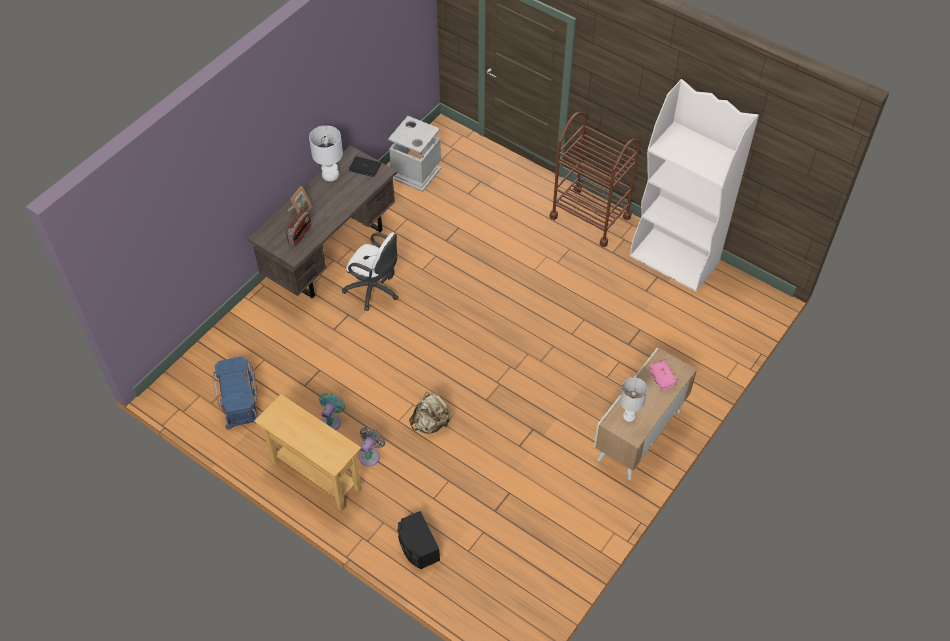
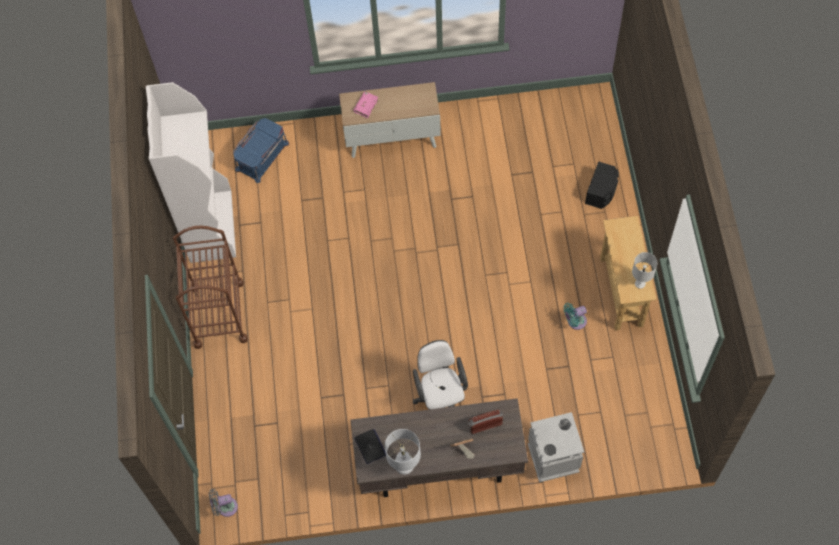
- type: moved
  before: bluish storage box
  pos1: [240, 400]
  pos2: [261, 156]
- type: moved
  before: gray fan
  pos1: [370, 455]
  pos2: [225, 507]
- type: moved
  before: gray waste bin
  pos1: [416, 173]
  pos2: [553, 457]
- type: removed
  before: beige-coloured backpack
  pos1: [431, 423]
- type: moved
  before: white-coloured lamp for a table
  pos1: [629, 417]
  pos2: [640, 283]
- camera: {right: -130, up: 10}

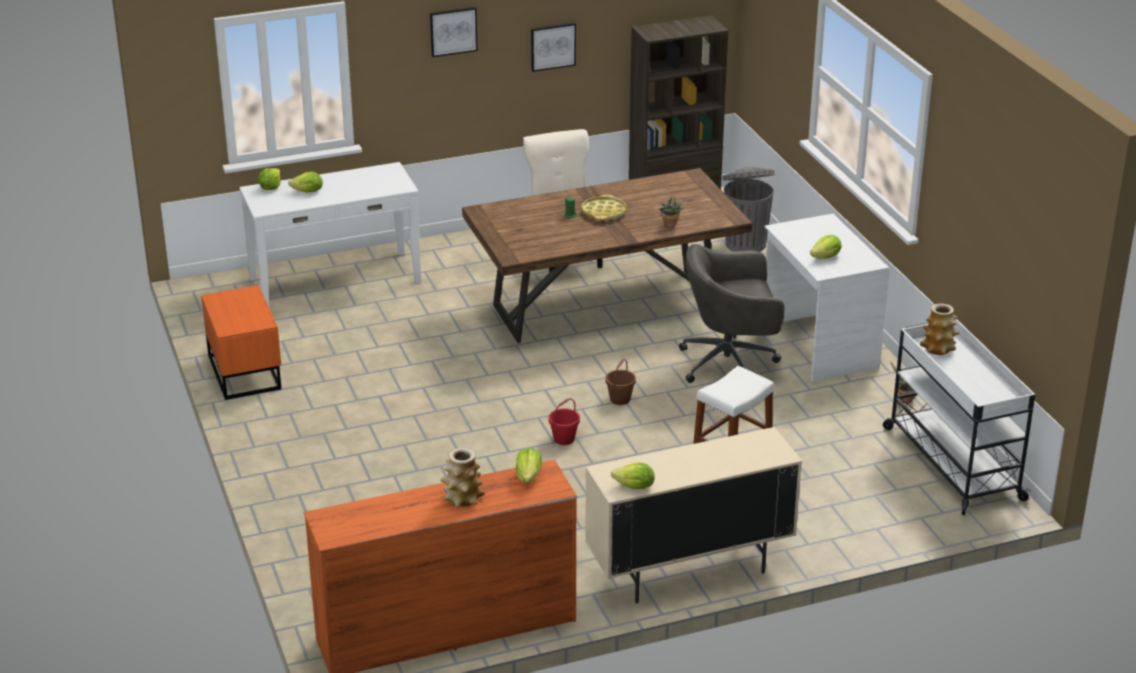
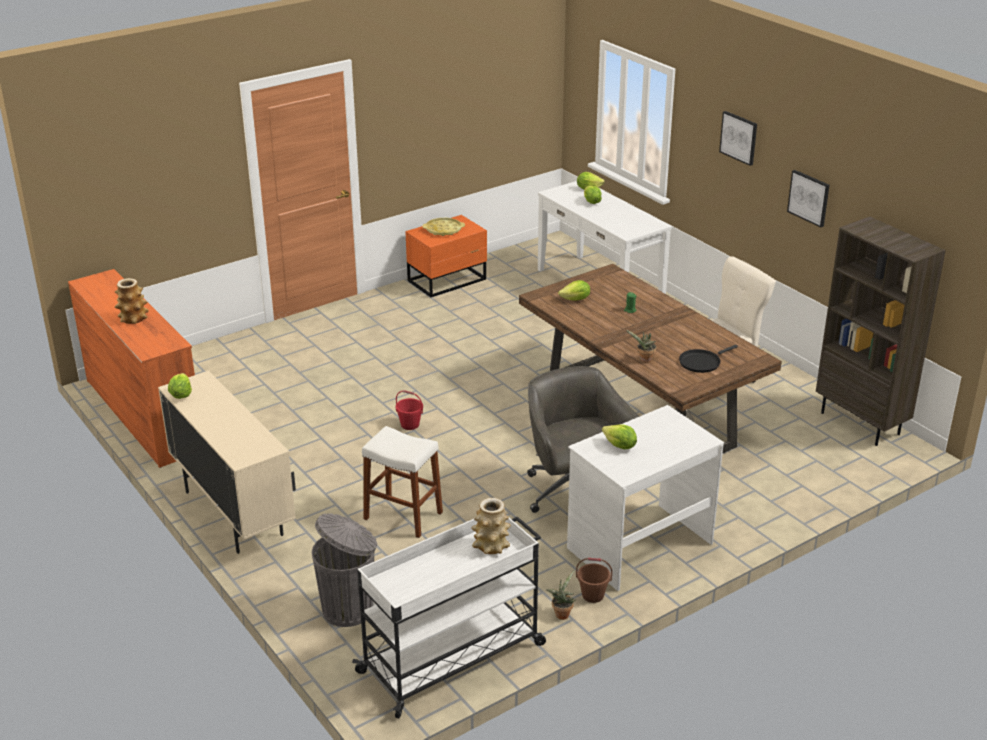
- type: moved
  before: head of lettuce
  pos1: [529, 476]
  pos2: [575, 300]
- type: moved
  before: yellow serving tray
  pos1: [604, 212]
  pos2: [443, 230]
- type: moved
  before: brown-coloured bucket
  pos1: [620, 399]
  pos2: [592, 595]
- type: moved
  before: gray waste bin
  pos1: [745, 243]
  pos2: [349, 609]
- type: added
  after: blackish frying pan
  pos2: [701, 362]
- camera: {right: 75, up: 0}

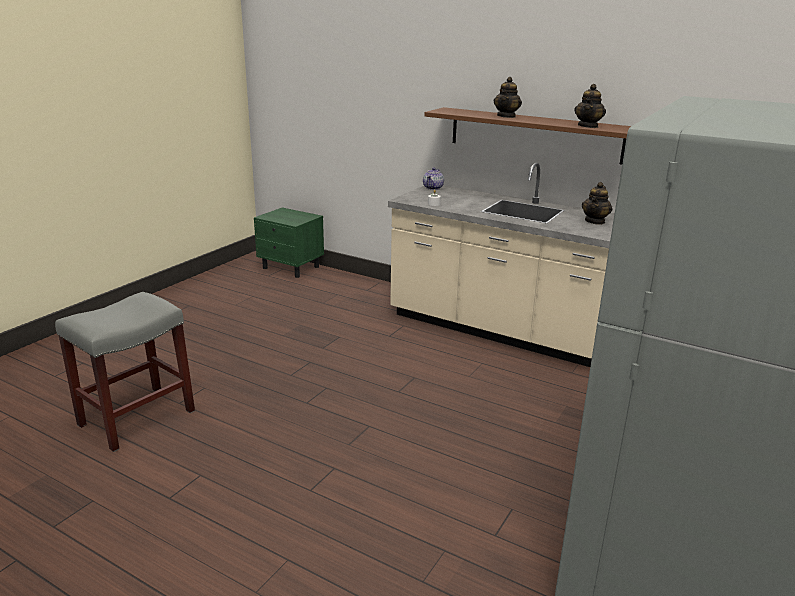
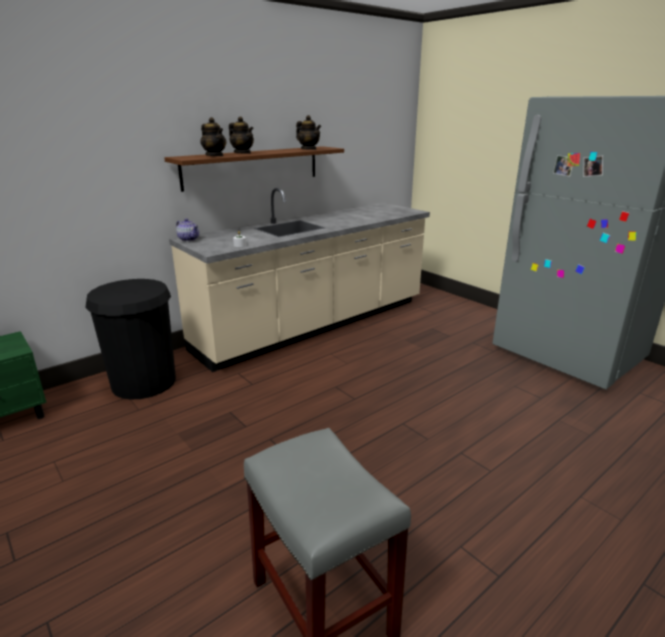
- type: moved
  before: tea pot
  pos1: [595, 221]
  pos2: [214, 156]
- type: added
  after: blackish waste bin
  pos2: [144, 382]
- camera: {right: -70, up: 0}

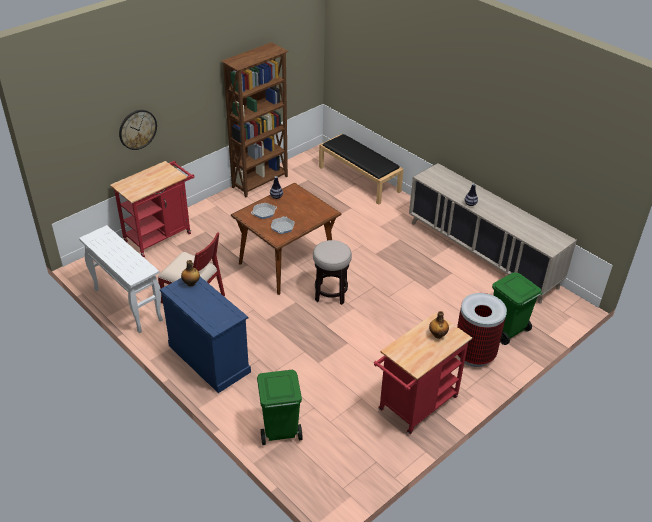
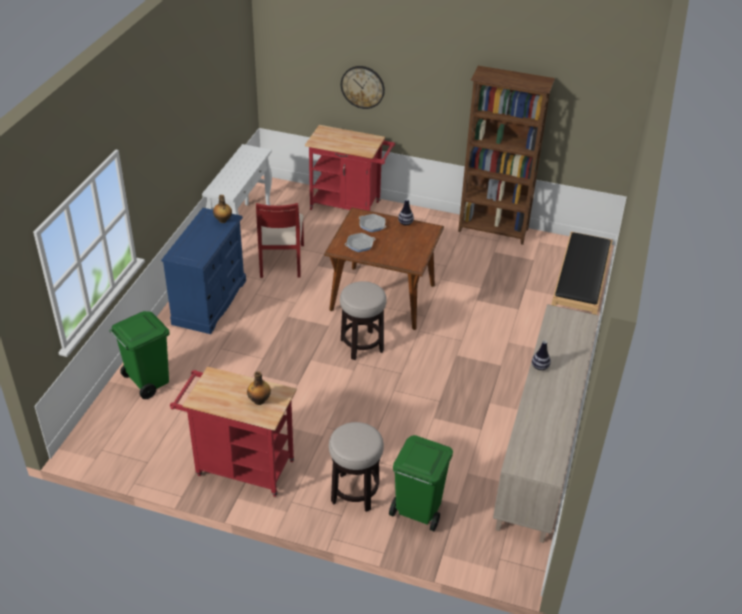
- type: replaced
  before: waste bin
  after: sitting stool
  pos1: [474, 354]
  pos2: [355, 492]
- camera: {right: 60, up: 0}

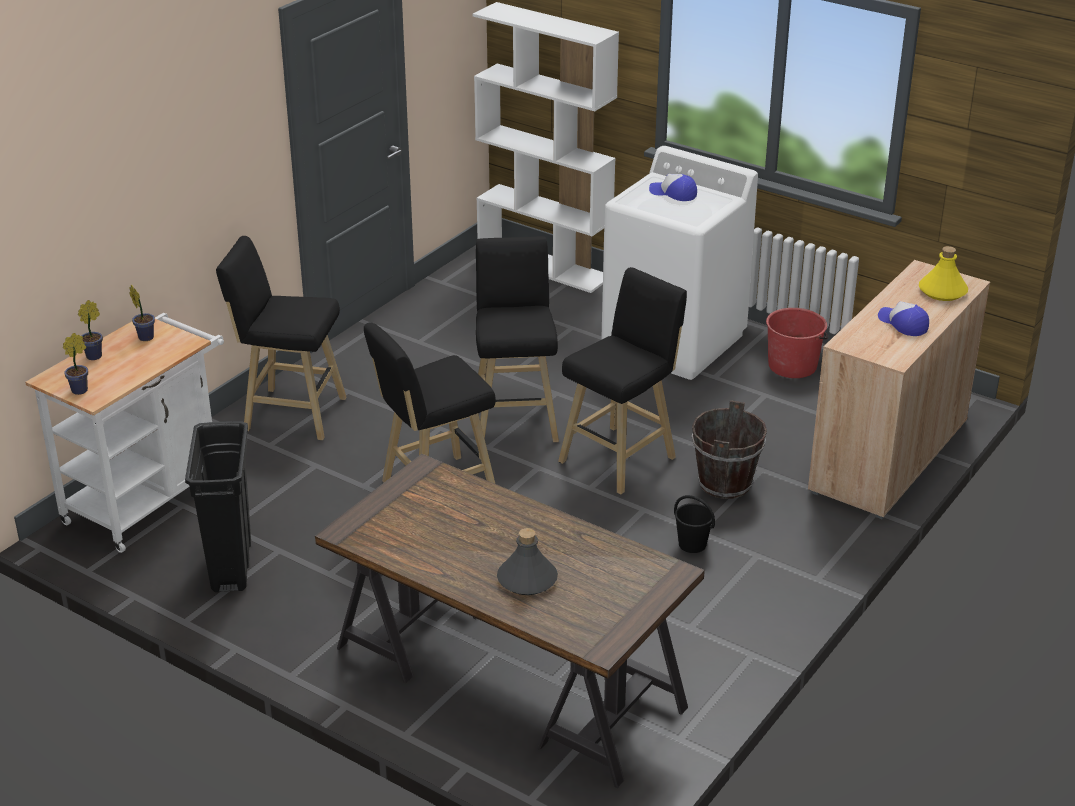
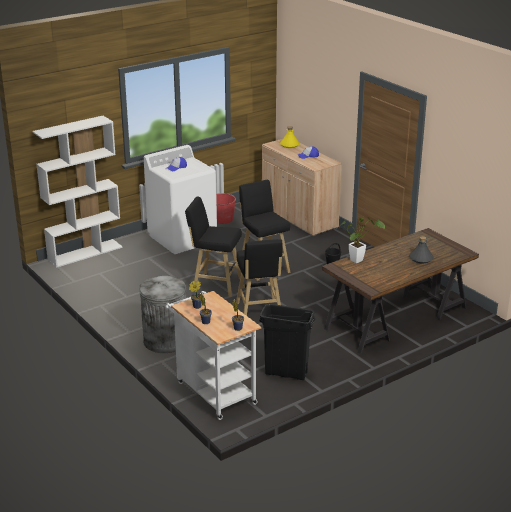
- type: replaced
  before: blackish sitting stool
  after: gray waste bin
  pos1: [290, 413]
  pos2: [165, 341]
- type: removed
  before: brown-coloured bucket
  pos1: [725, 484]
- type: added
  after: potted plant
  pos2: [358, 260]
- camera: {right: -70, up: -5}

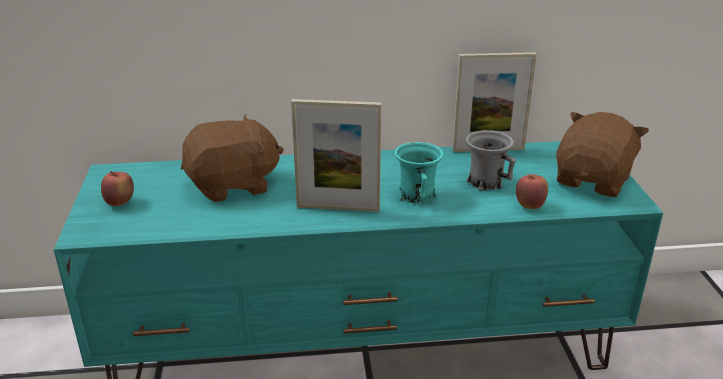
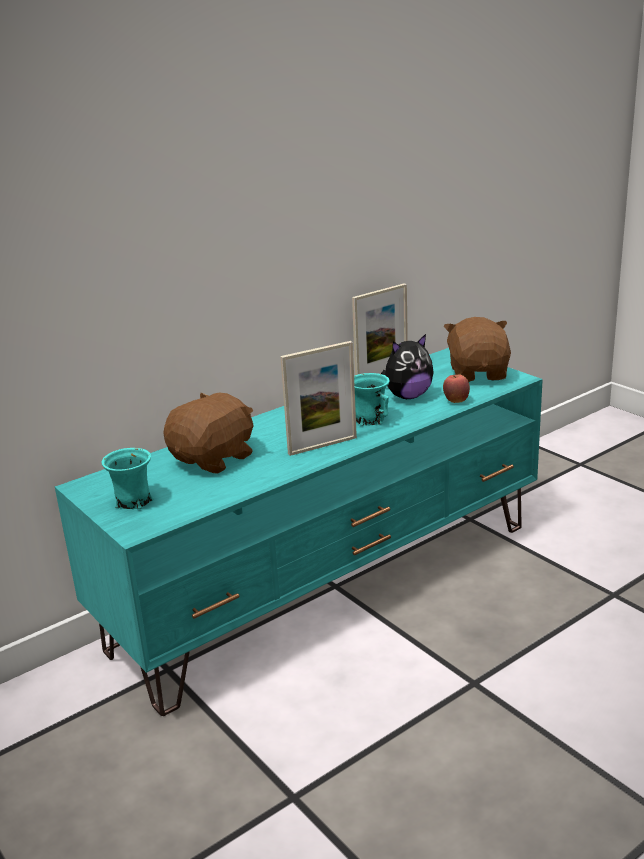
- type: replaced
  before: whole apple
  after: blue-green coffee mug
  pos1: [120, 203]
  pos2: [133, 501]
- type: replaced
  before: gray coffee mug
  after: plush toy
  pos1: [486, 182]
  pos2: [407, 396]
- camera: {right: -30, up: -5}

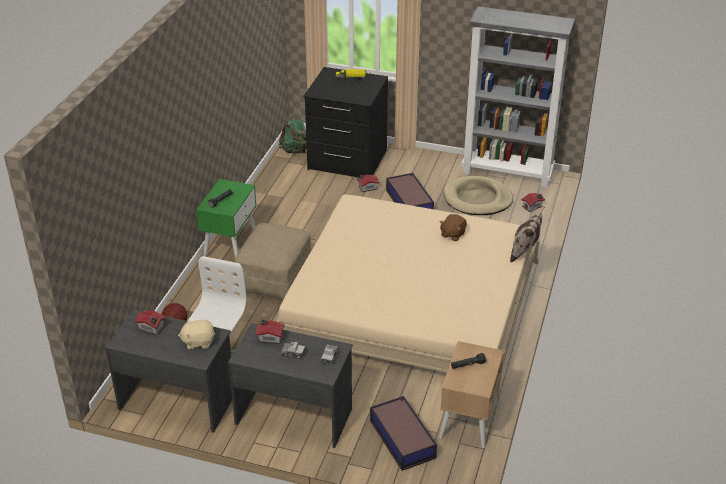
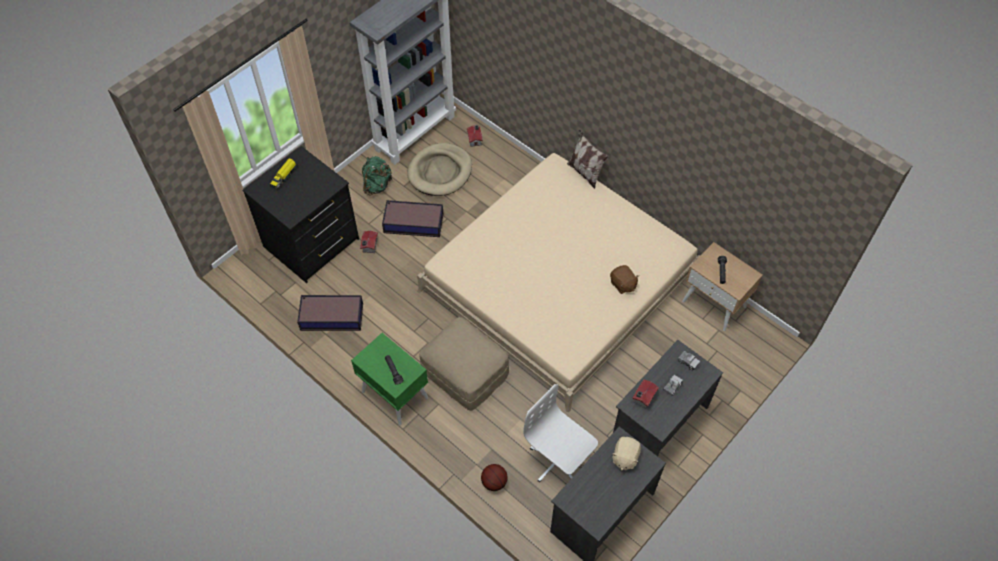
- type: removed
  before: toy house
  pos1: [151, 328]
- type: moved
  before: greenish backpack
  pos1: [296, 151]
  pos2: [377, 185]
- type: moved
  before: storage box
  pos1: [402, 438]
  pos2: [331, 316]
- type: moved
  before: brown-coloured plush toy
  pos1: [452, 234]
  pos2: [622, 284]
- camera: {right: -65, up: 20}

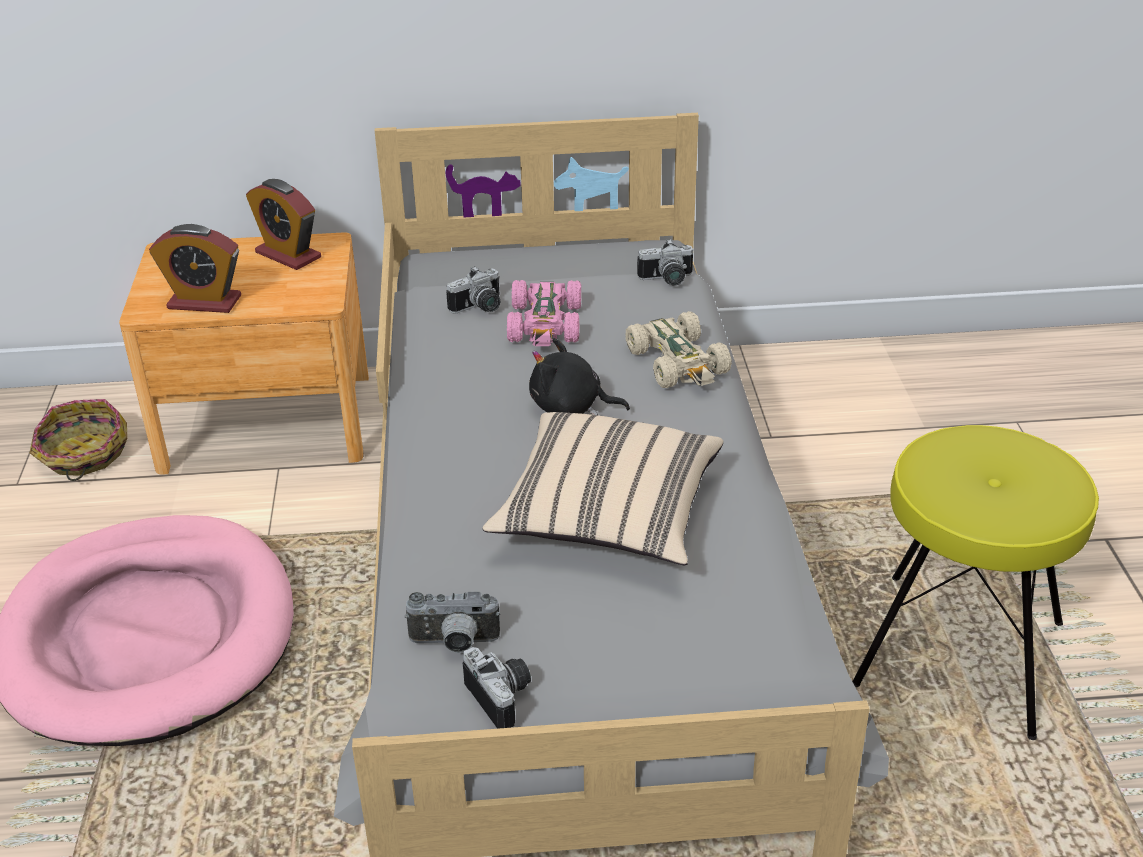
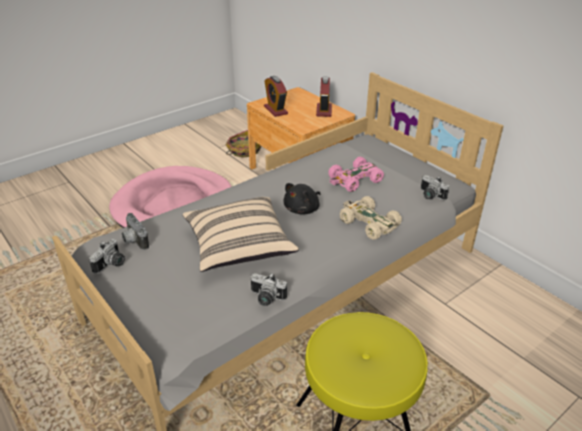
- type: moved
  before: still camera
  pos1: [480, 308]
  pos2: [266, 298]
- type: turned
  before: blackish plush toy
  pos1: [571, 408]
  pos2: [303, 209]
  turn: -120
- type: turned
  before: beige-coloured model car
  pos1: [678, 363]
  pos2: [368, 223]
  turn: 105
- camera: {right: 55, up: 0}

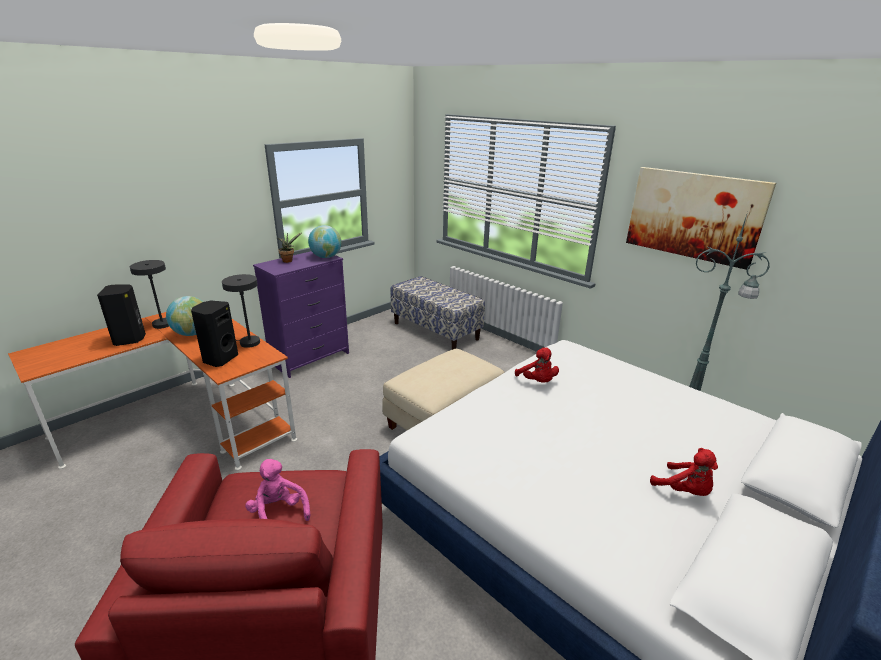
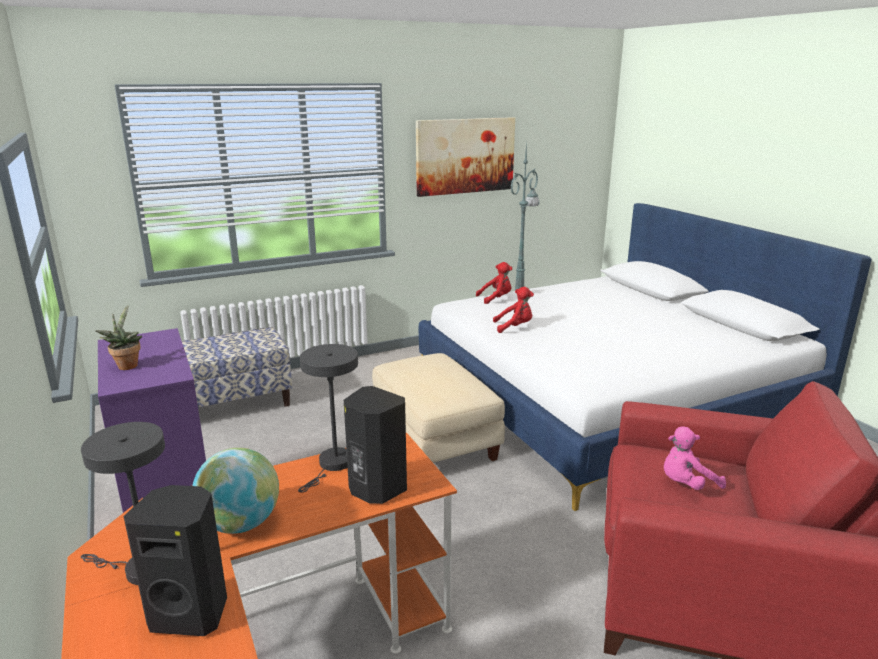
- type: removed
  before: world globe
  pos1: [326, 257]
- type: moved
  before: reddish plush toy
  pos1: [684, 491]
  pos2: [496, 299]
- camera: {right: -70, up: -5}

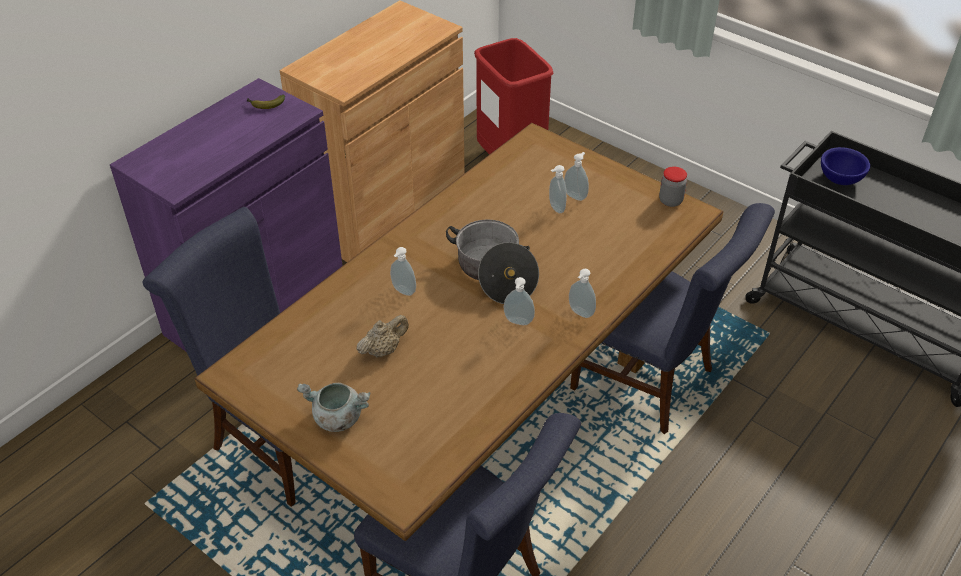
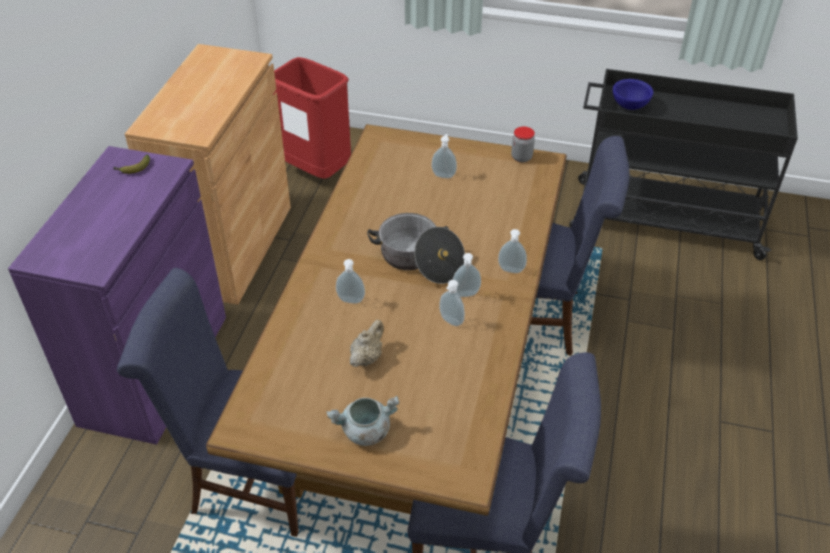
- type: moved
  before: soap dispenser
  pos1: [555, 208]
  pos2: [450, 322]
- camera: {right: -25, up: 0}

